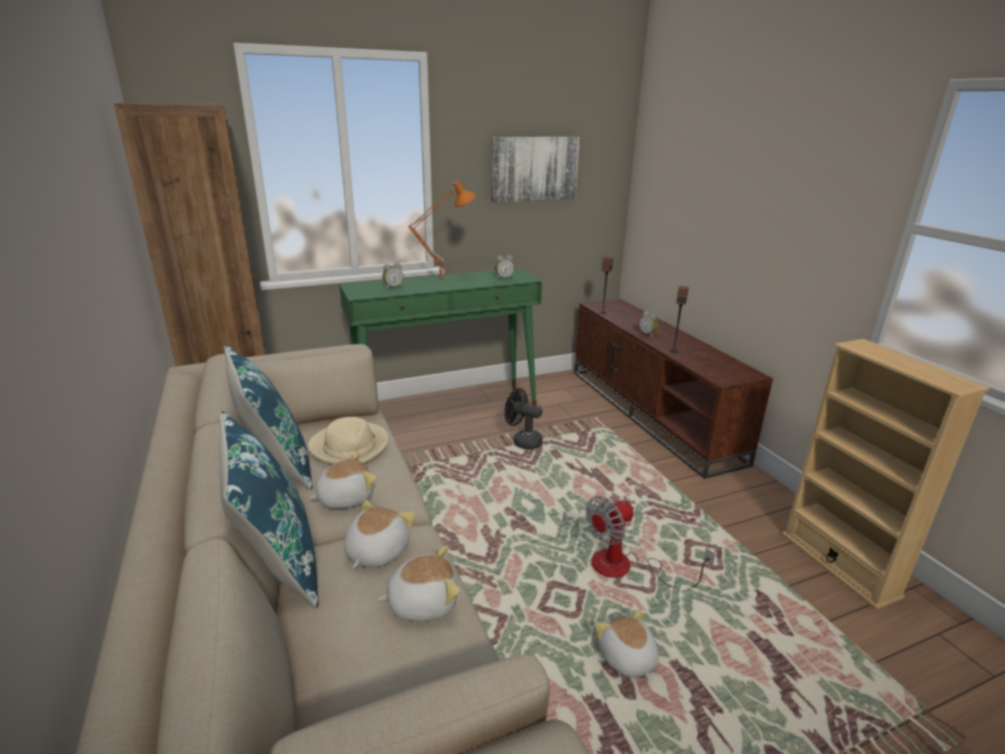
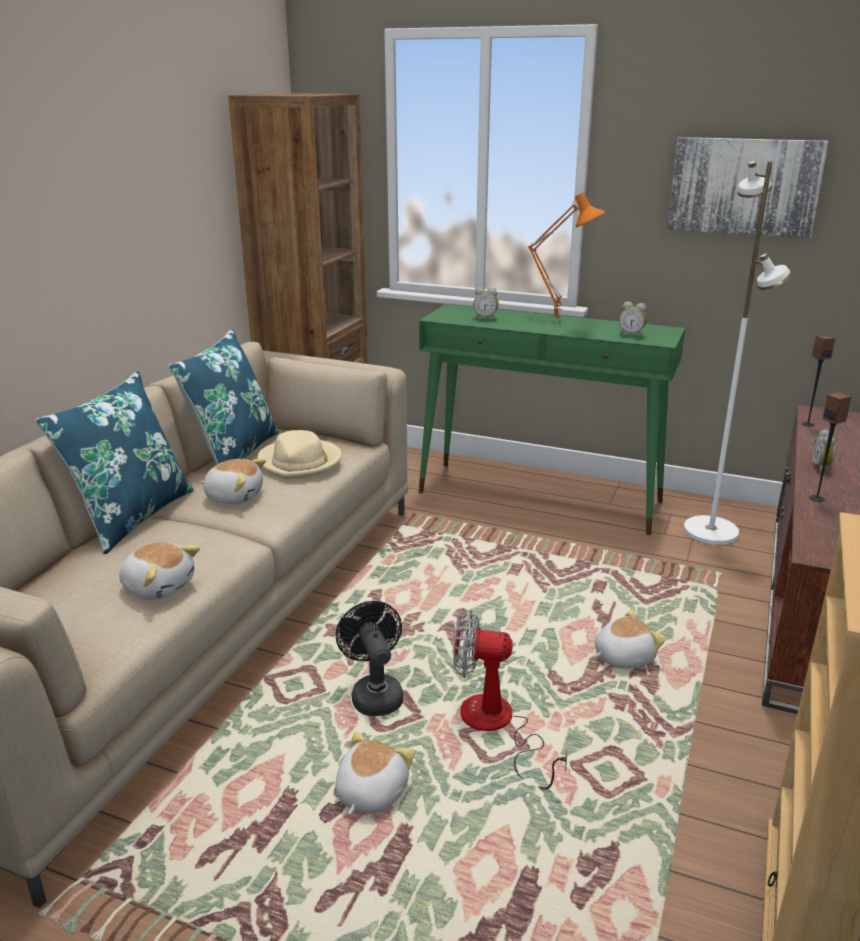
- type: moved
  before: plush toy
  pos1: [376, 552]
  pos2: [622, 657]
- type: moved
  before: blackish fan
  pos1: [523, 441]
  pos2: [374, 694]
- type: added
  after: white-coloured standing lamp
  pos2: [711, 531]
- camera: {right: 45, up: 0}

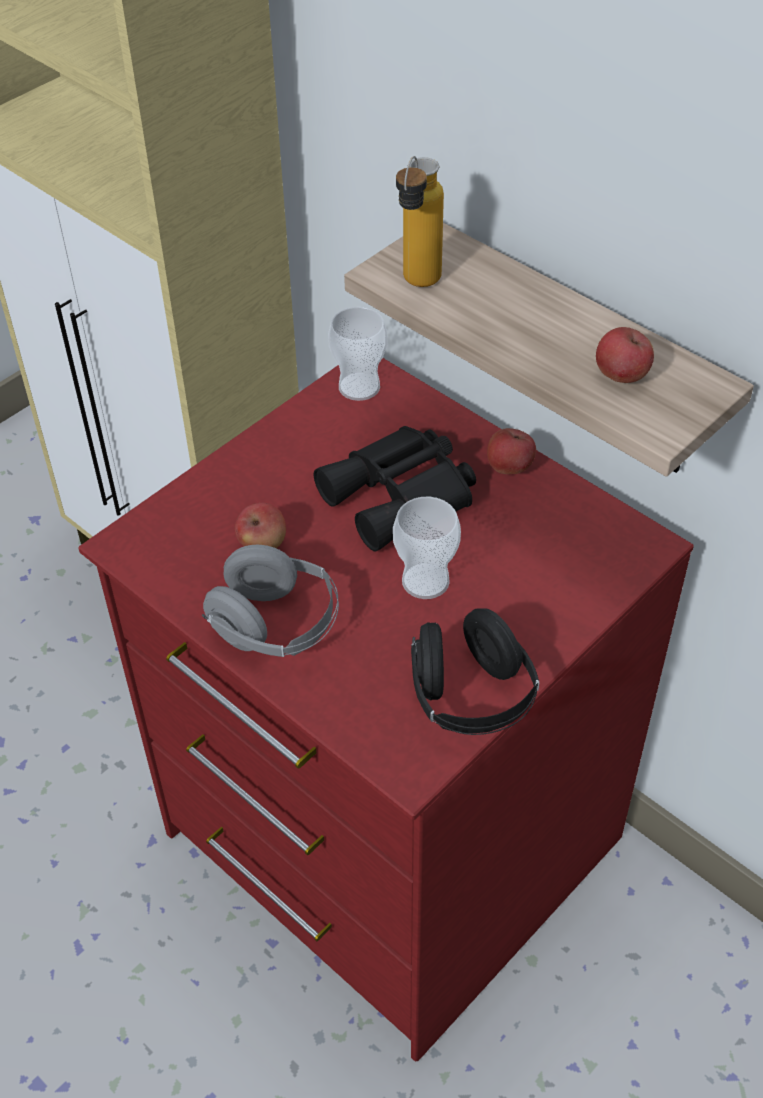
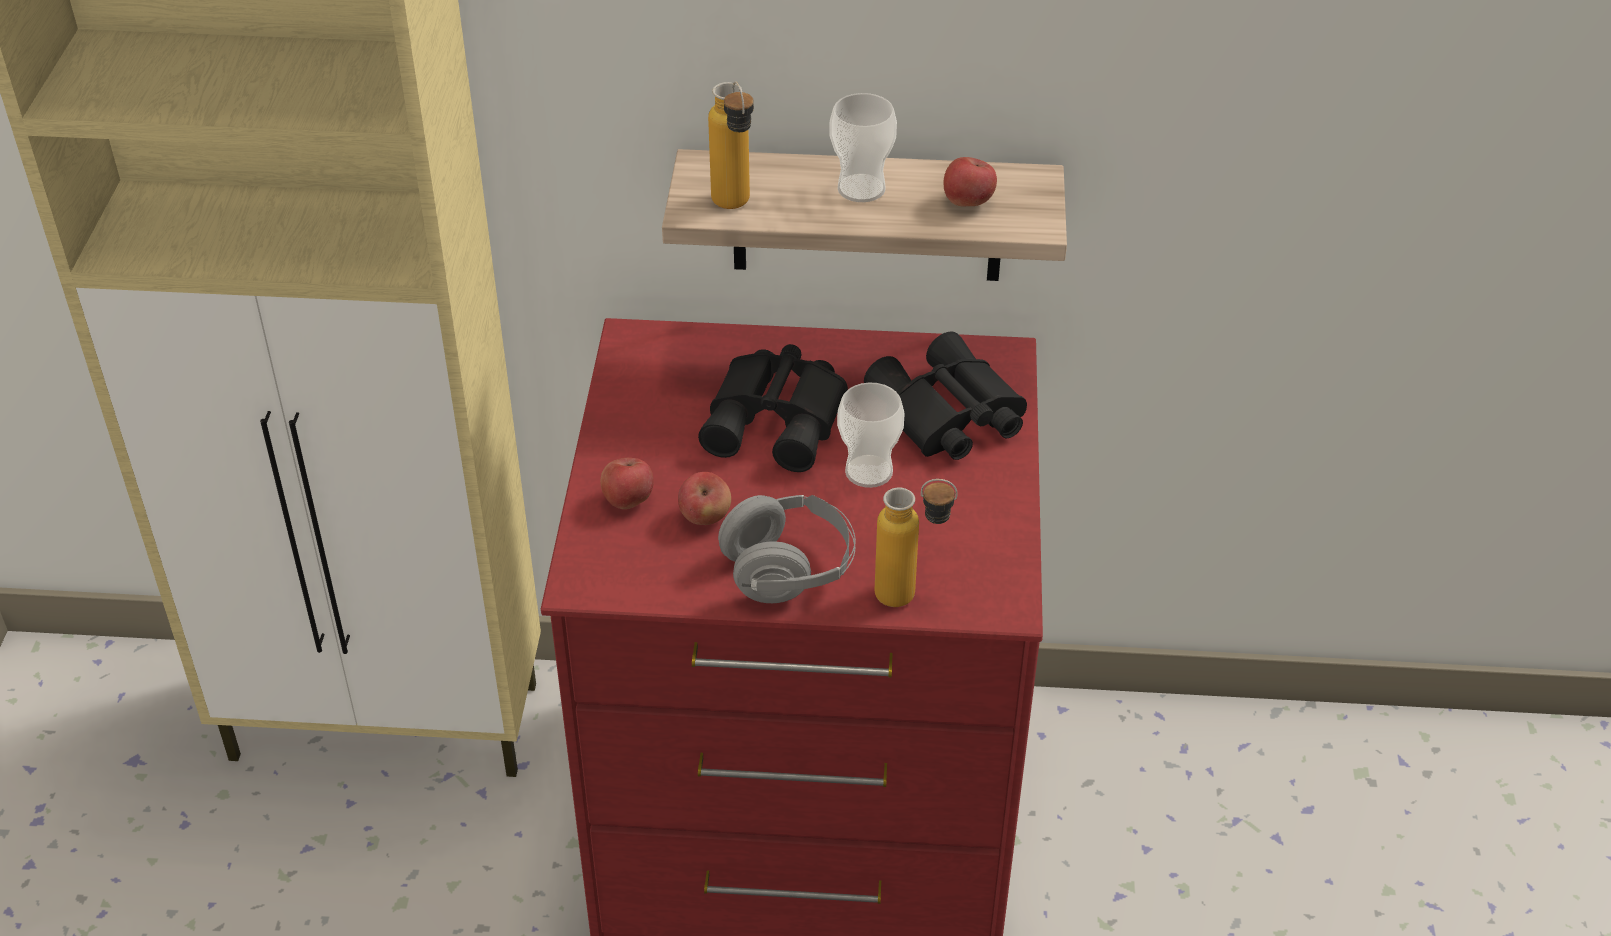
- type: moved
  before: cup
  pos1: [359, 387]
  pos2: [861, 188]
- type: removed
  before: blackish headset
  pos1: [471, 697]
- type: moved
  before: whole apple
  pos1: [509, 467]
  pos2: [628, 500]
- type: added
  after: blackish field glasses
  pos2: [946, 416]
- type: added
  after: beverage bottle
  pos2: [911, 596]
- camera: {right: -40, up: -5}

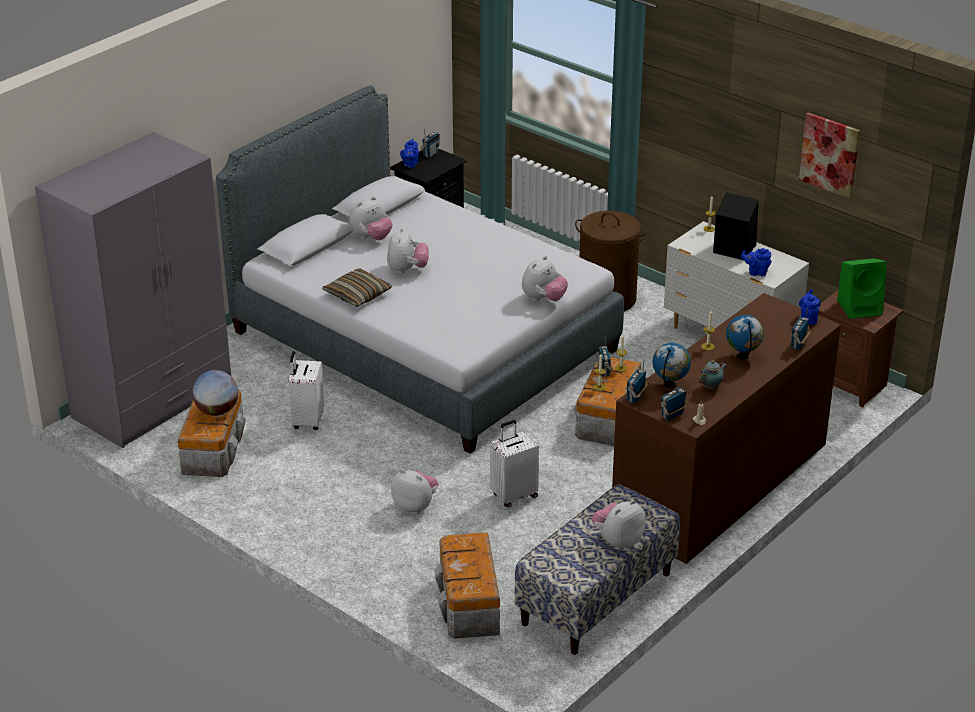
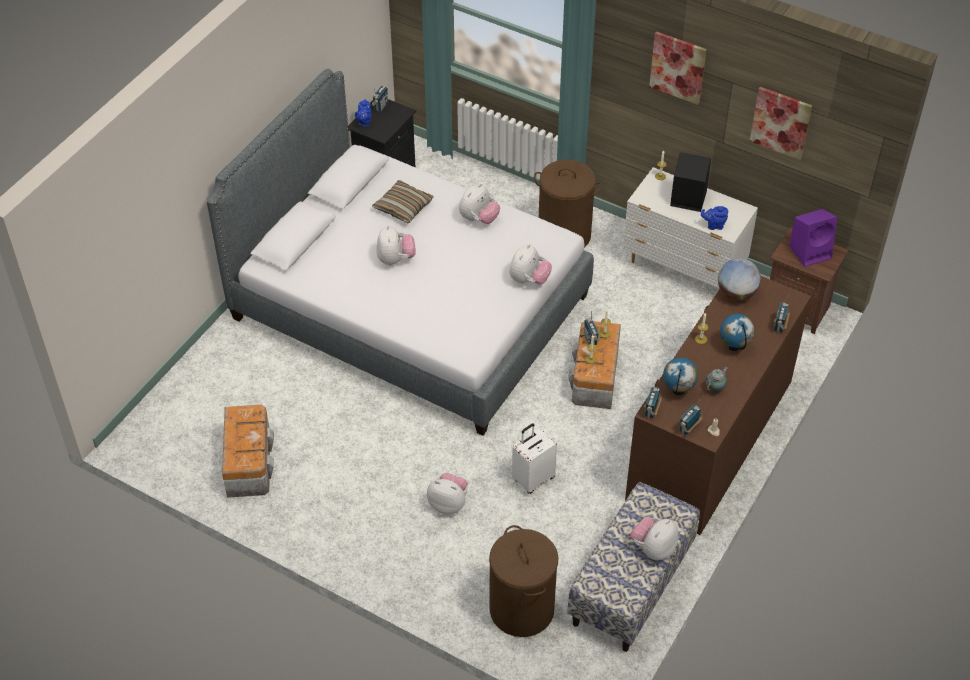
- type: removed
  before: gray clothes cupboard
  pos1: [153, 401]
- type: moved
  before: world globe
  pos1: [217, 411]
  pos2: [736, 293]
- type: removed
  before: white-coloured suitcase
  pos1: [307, 421]
- type: moved
  before: pillow
  pos1: [357, 295]
  pos2: [403, 207]
- type: moved
  before: plush toy
  pos1: [371, 238]
  pos2: [479, 219]
- type: replaced
  before: storage box
  after: brown-coloured laundry basket
  pos1: [469, 604]
  pos2: [522, 609]
- type: removed
  before: bluish tea pot
  pos1: [808, 318]
- type: recoloured
  before: greenish audio speaker
  after: purplish audio speaker
  pos1: [860, 307]
  pos2: [811, 251]
- type: added
  after: picture
  pos2: [678, 67]
- camera: {right: -10, up: 15}

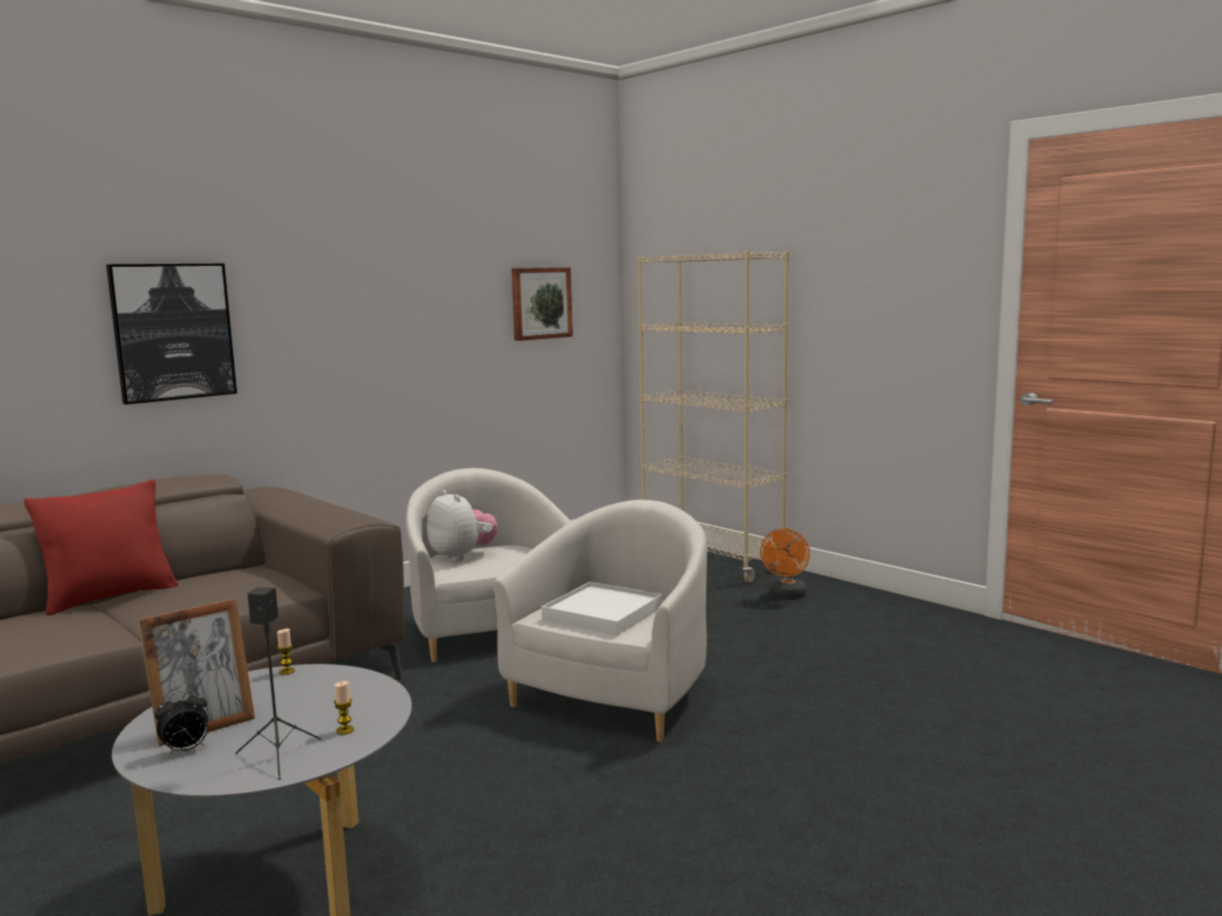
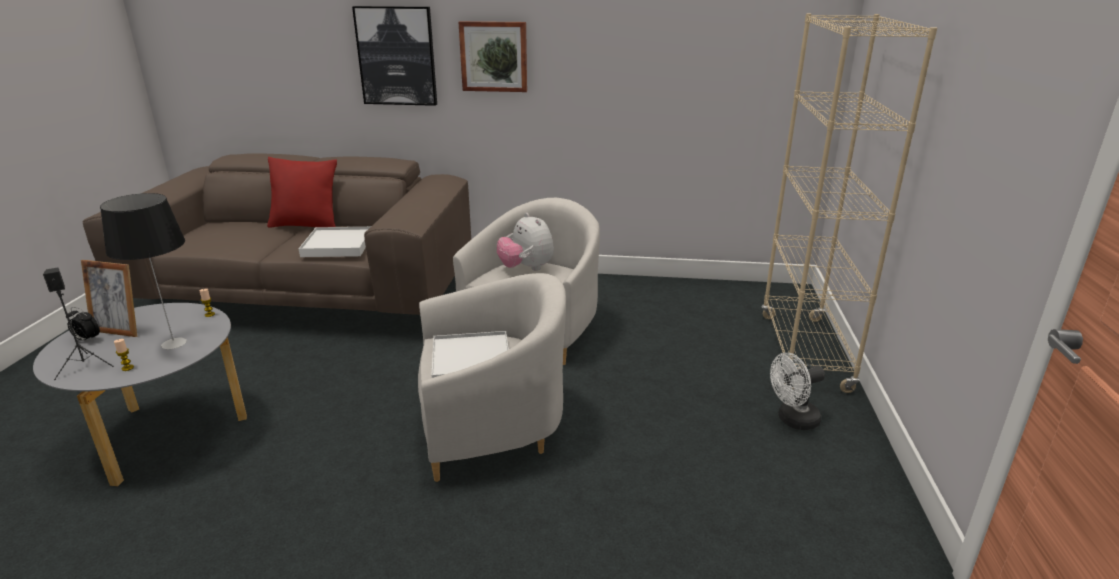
- type: turned
  before: plush toy
  pos1: [462, 556]
  pos2: [526, 268]
  turn: 135
- type: moved
  before: picture
  pos1: [540, 303]
  pos2: [494, 56]
- type: recoloured
  before: orangey fan
  after: white-coloured fan
  pos1: [786, 595]
  pos2: [792, 420]
- type: added
  after: lamp for a table
  pos2: [173, 343]
- type: added
  after: white-coloured serving tray
  pos2: [338, 245]
- camera: {right: 50, up: 15}

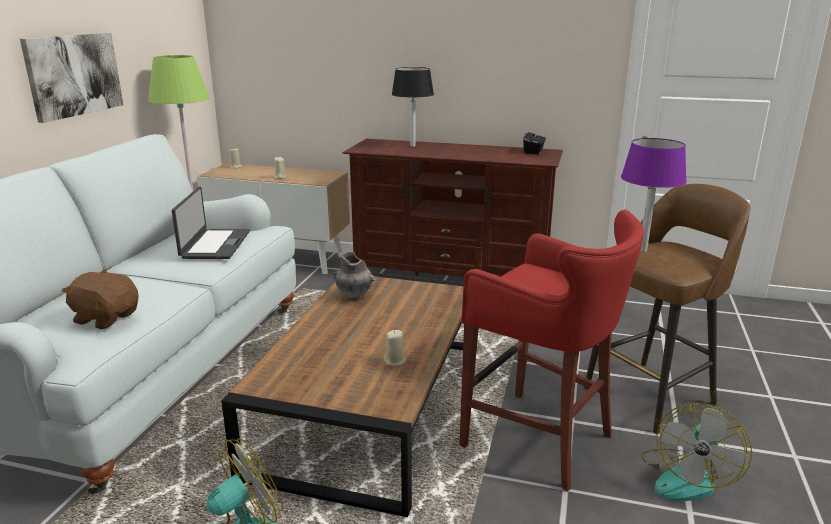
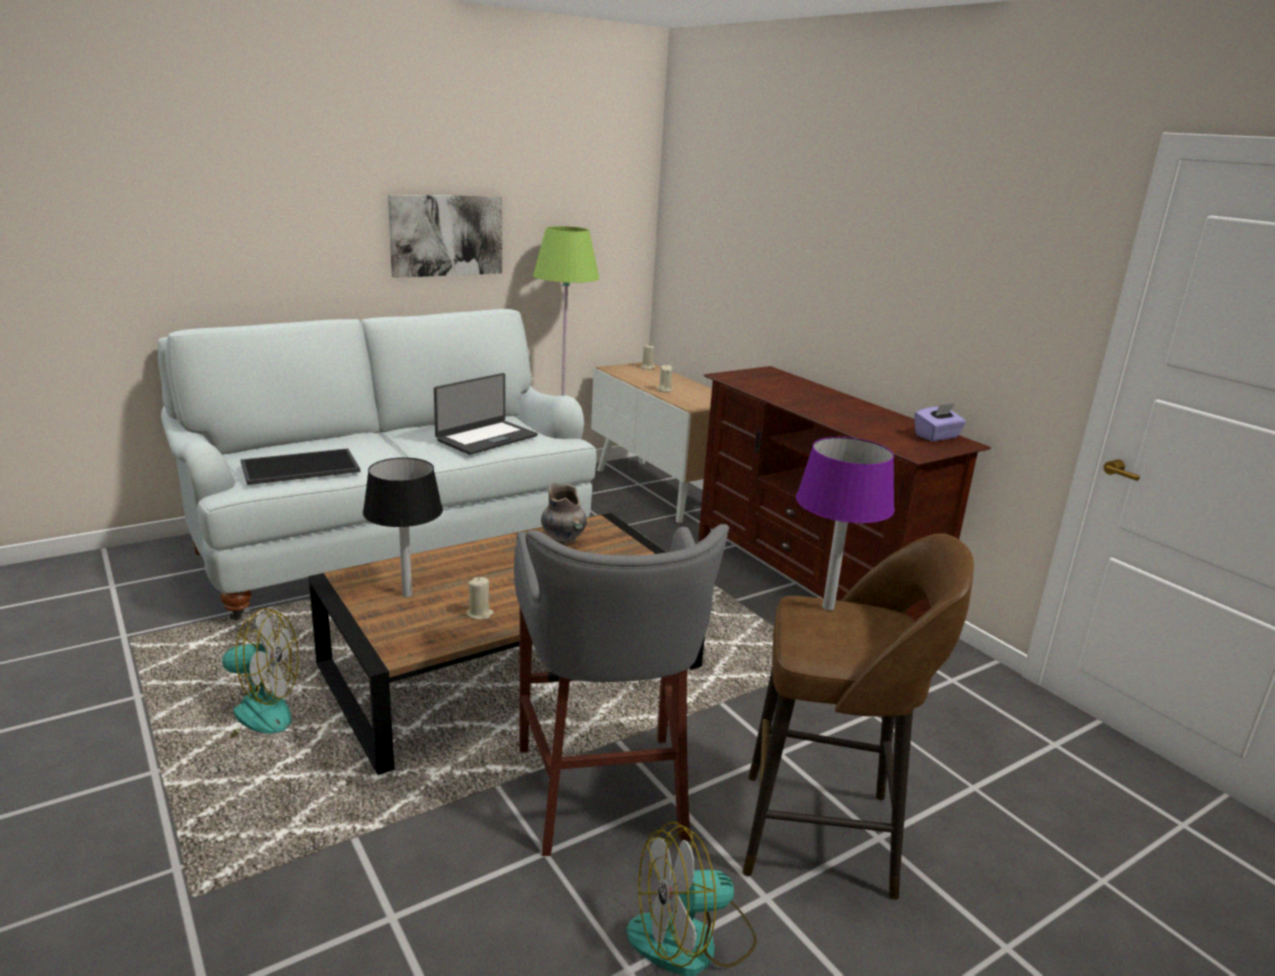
- type: replaced
  before: brown-coloured plush toy
  after: serving tray
  pos1: [106, 318]
  pos2: [299, 468]
- type: moved
  before: blackish lamp for a table
  pos1: [412, 146]
  pos2: [407, 594]
- type: recoloured
  before: reddish sitting stool
  after: gray sitting stool
  pos1: [541, 440]
  pos2: [604, 795]
- type: recoloured
  before: blackish tissue holder
  after: purplish tissue holder
  pos1: [534, 151]
  pos2: [937, 437]
- camera: {right: 40, up: 0}

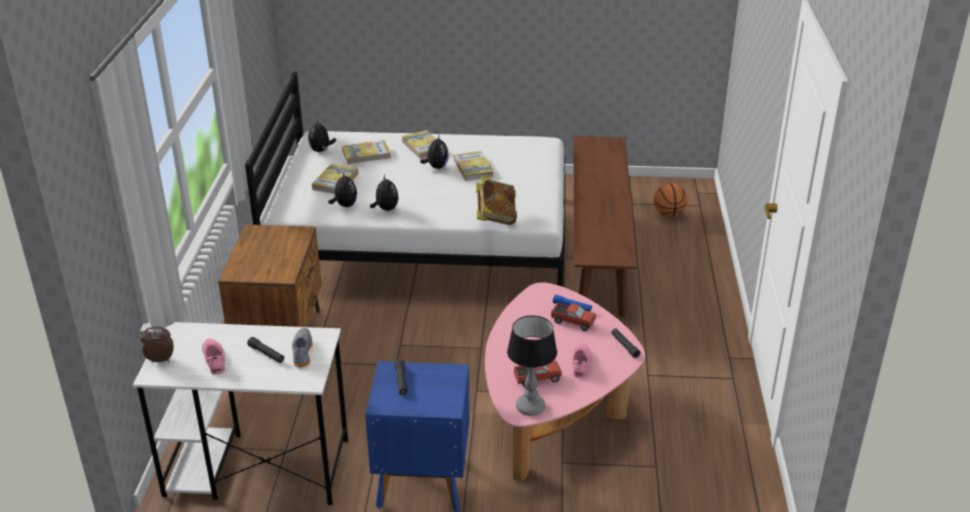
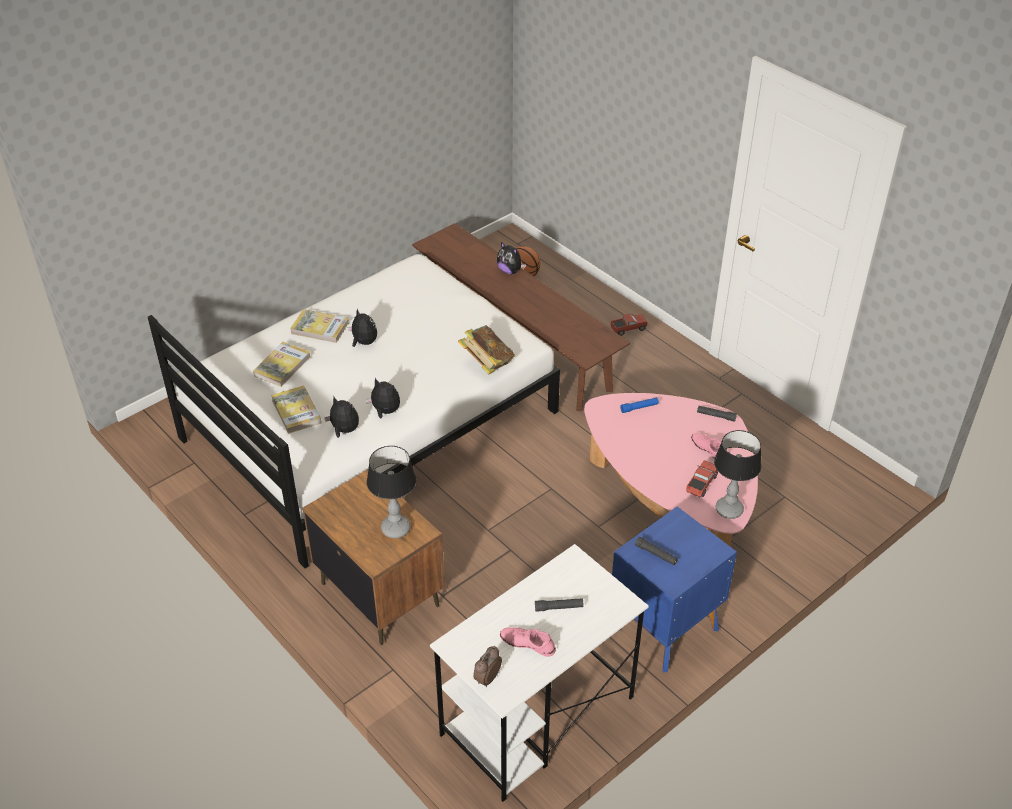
- type: removed
  before: gray low shoe
  pos1: [301, 352]
- type: moved
  before: plush toy
  pos1: [321, 150]
  pos2: [510, 271]
- type: removed
  before: book
  pos1: [473, 168]
- type: moved
  before: model truck
  pos1: [573, 322]
  pos2: [628, 329]
- type: added
  after: lamp for a table
  pos2: [395, 529]
- camera: {right: -45, up: 10}

